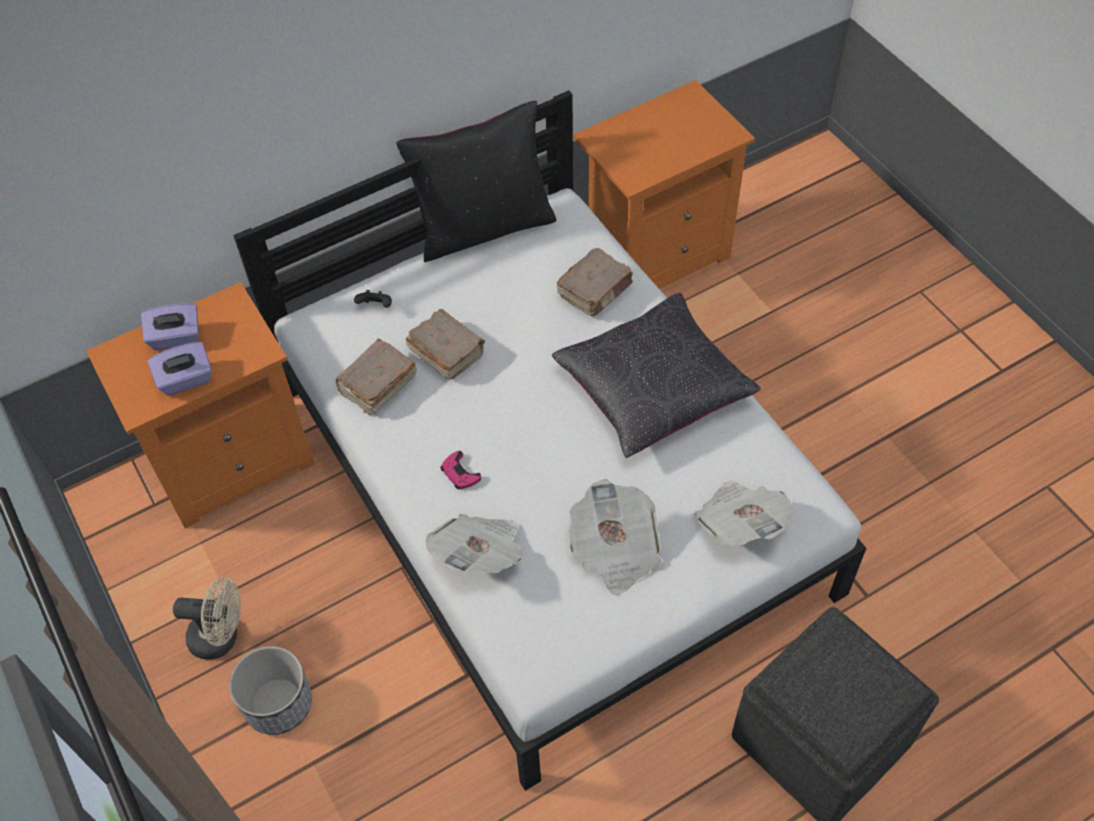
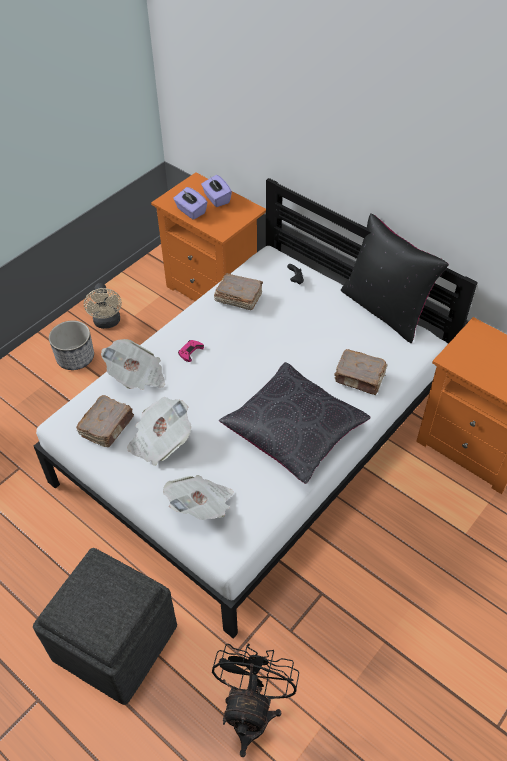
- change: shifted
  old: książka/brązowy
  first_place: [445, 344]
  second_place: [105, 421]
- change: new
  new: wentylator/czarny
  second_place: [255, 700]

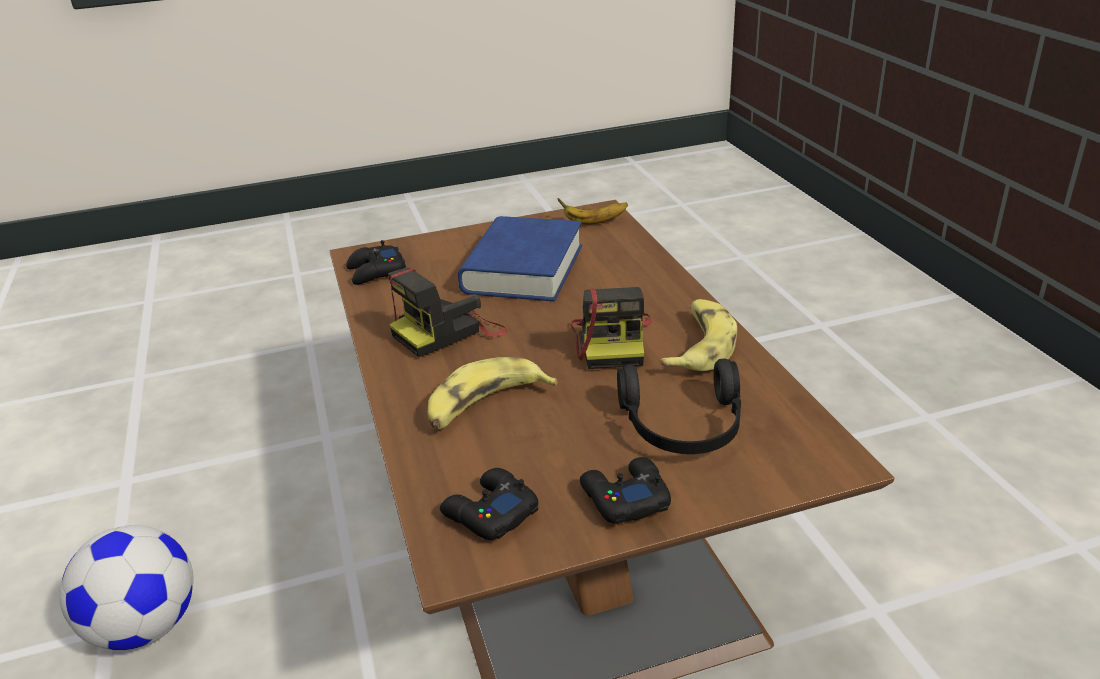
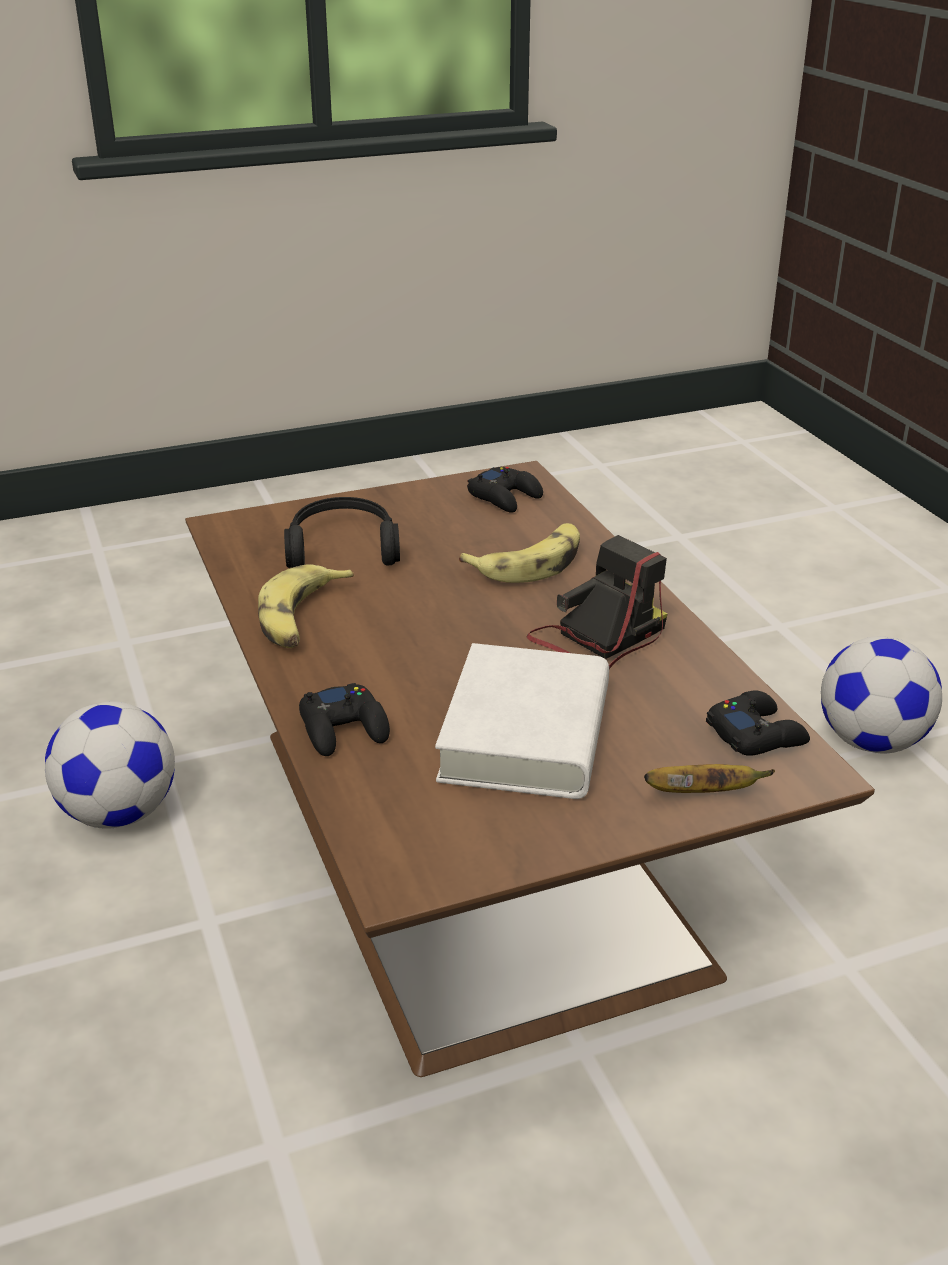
- change: new
  new: piłka futbolowa
  second_place: [110, 765]
- change: shifted
  old: pad do gier/czarny
  first_place: [625, 490]
  second_place: [344, 719]
- change: repainted
  old: książka/niebieski
  new: książka/biały
  first_place: [520, 259]
  second_place: [522, 721]
- change: shifted
  old: banan
  first_place: [592, 211]
  second_place: [709, 778]
- change: gone
  old: aparat fotograficzny
  first_place: [611, 328]

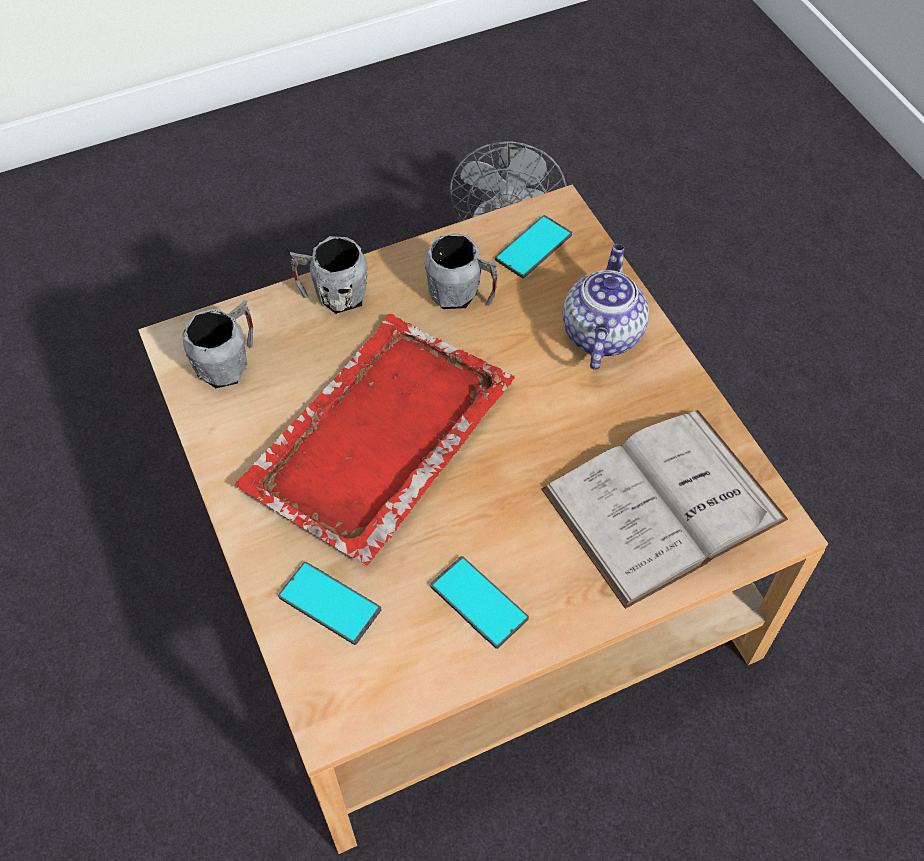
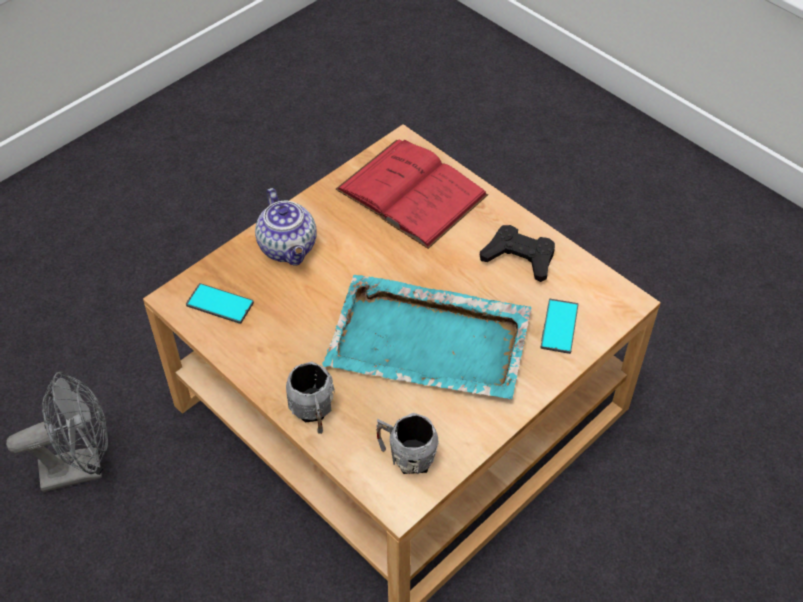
- change: rotated
  old: imbryk
  first_place: [605, 307]
  second_place: [286, 226]
  degrees: -105
- change: repainted
  old: taca/czerwony
  new: taca/turkusowy
  first_place: [375, 440]
  second_place: [427, 337]
- change: repainted
  old: książka/biały
  new: książka/czerwony
  first_place: [665, 509]
  second_place: [412, 194]
- change: swapped
  old: telefon
  new: pad do gier/czarny
  first_place: [479, 602]
  second_place: [517, 253]
- change: gone
  old: kubek/szary
  first_place: [461, 271]

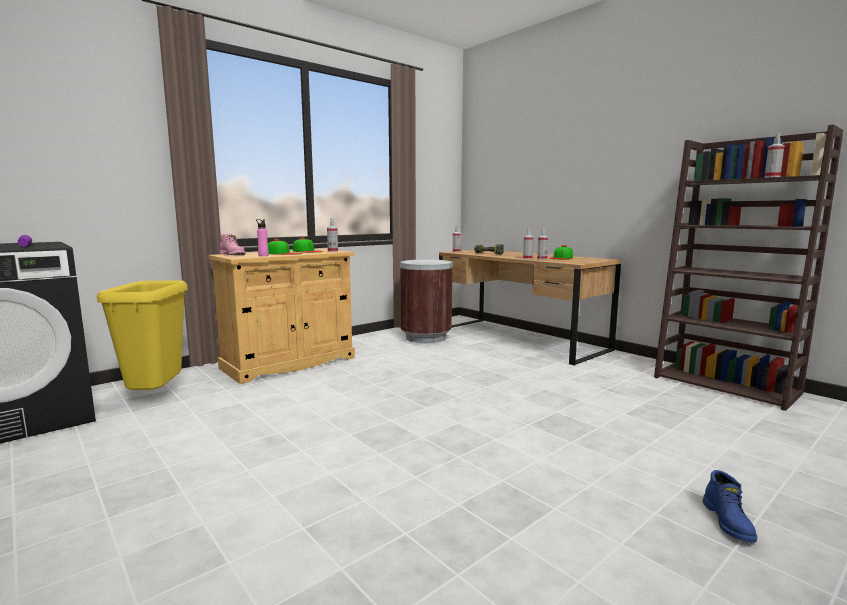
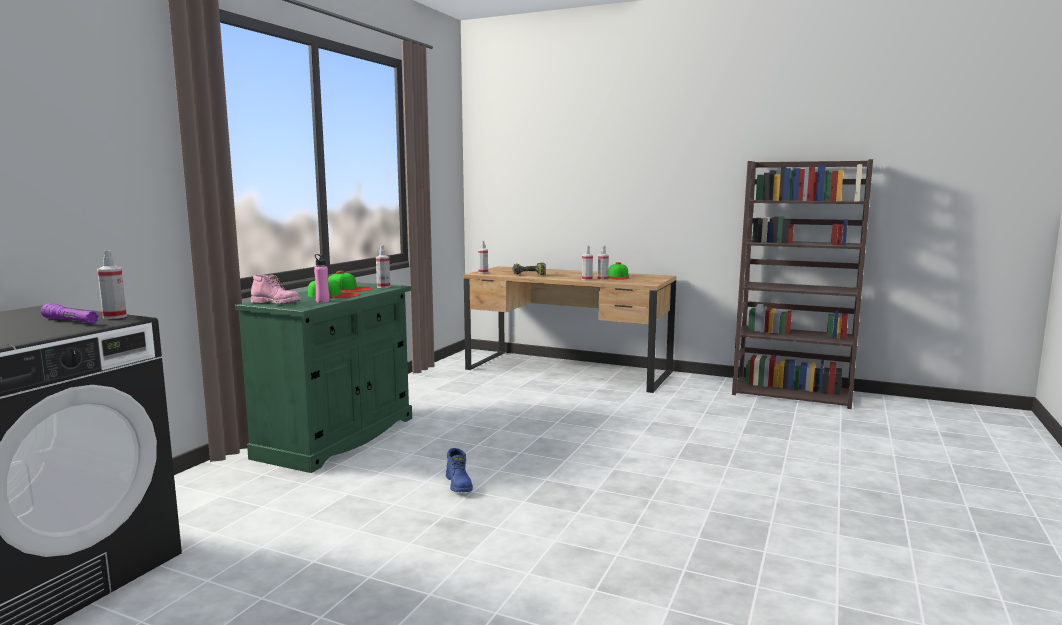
- change: shifted
  old: spryskiwacz
  first_place: [774, 155]
  second_place: [112, 284]
- change: repainted
  old: szafka/beżowy
  new: szafka/zielony
  first_place: [282, 316]
  second_place: [323, 377]
- change: shifted
  old: but z cholewką/niebieski
  first_place: [730, 506]
  second_place: [459, 470]
- change: gone
  old: kosz na śmieci/żółty
  first_place: [142, 335]
- change: gone
  old: kosz na śmieci/brązowy
  first_place: [426, 301]

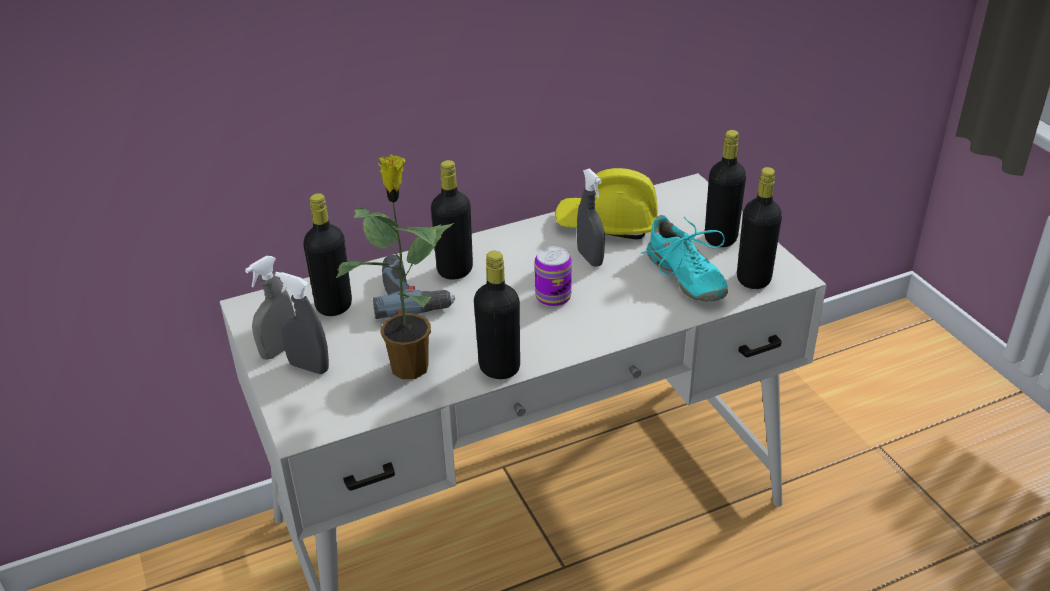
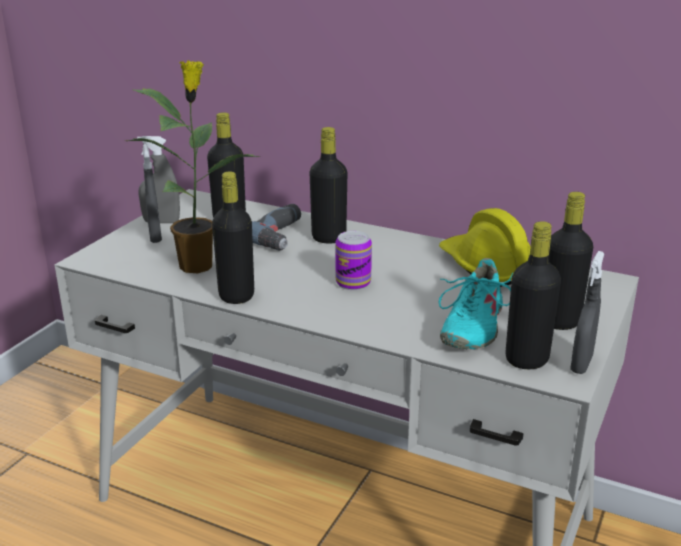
- change: shifted
  old: spryskiwacz/szary
  first_place: [591, 217]
  second_place: [587, 312]

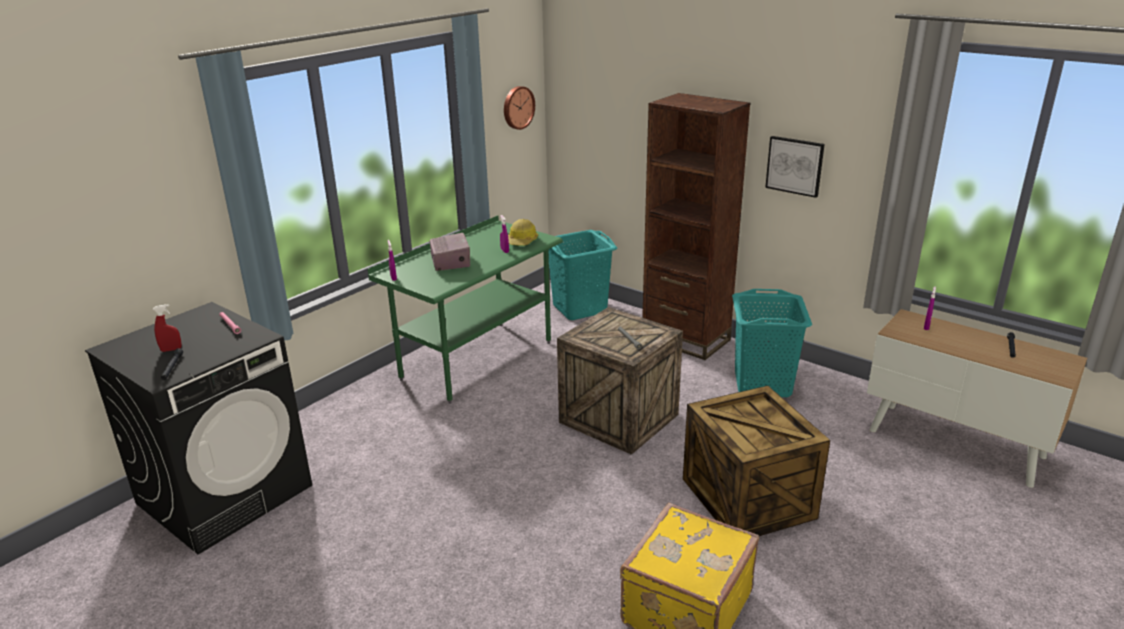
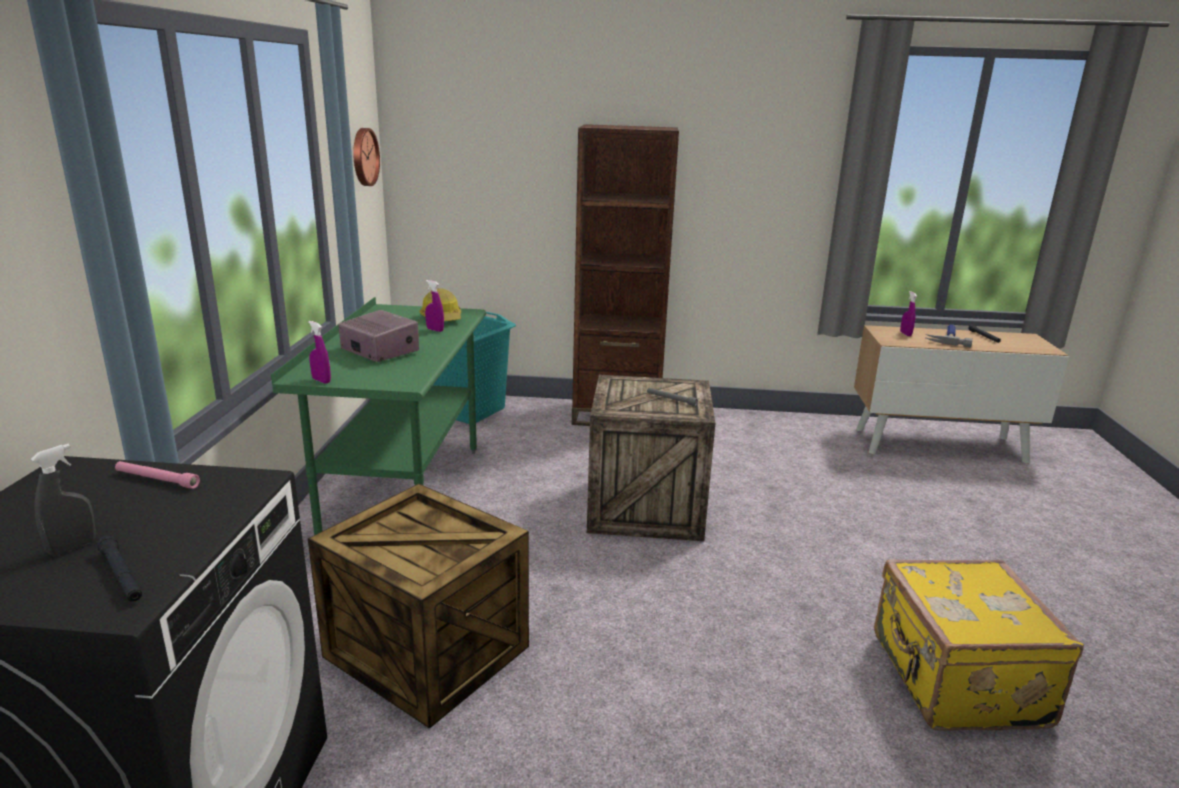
- change: repainted
  old: spryskiwacz/czerwony
  new: spryskiwacz/szary
  first_place: [167, 328]
  second_place: [63, 500]
- change: shifted
  old: skrzynka
  first_place: [756, 461]
  second_place: [418, 606]
- change: new
  new: młotek
  second_place: [949, 335]
- change: gone
  old: kosz na pranie/turkusowy
  first_place: [772, 343]
- change: gone
  old: obraz
  first_place: [795, 167]

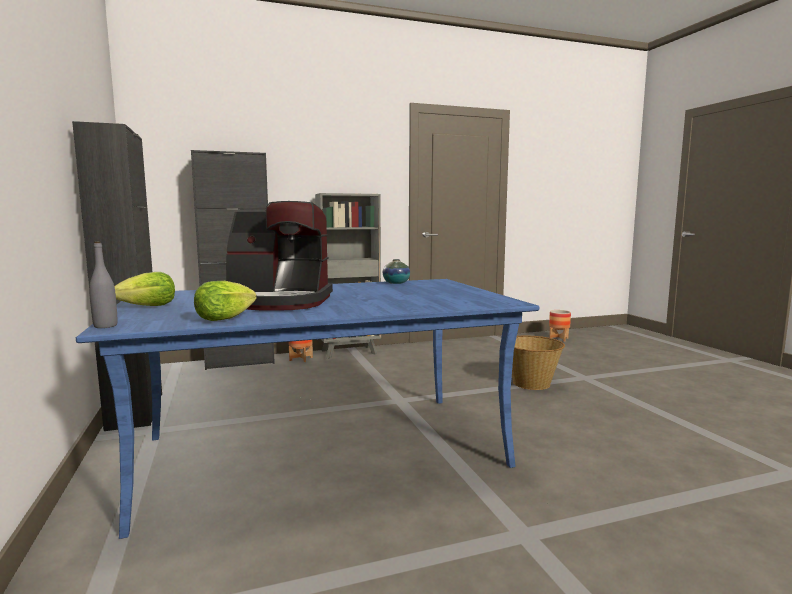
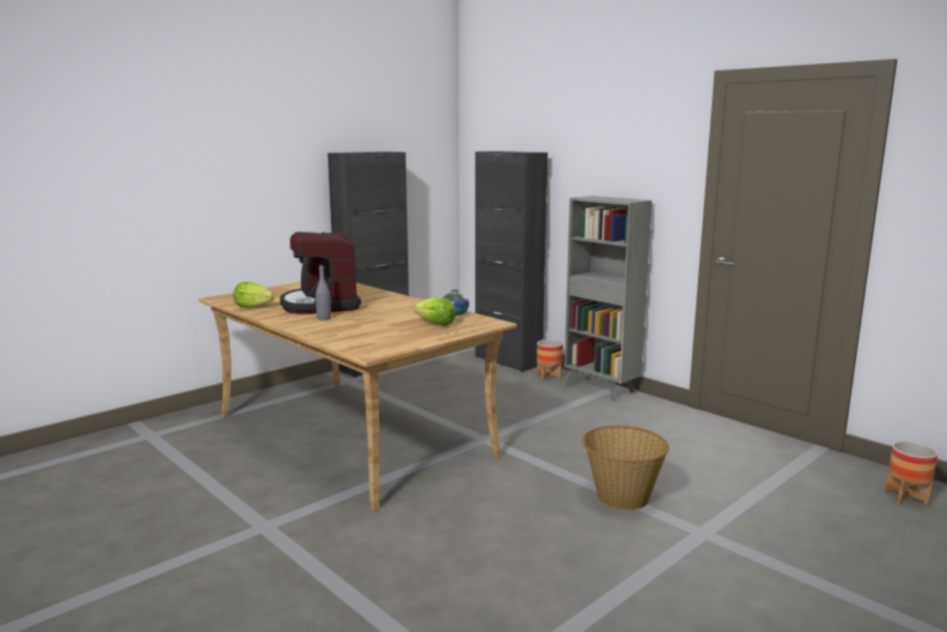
- change: repainted
  old: stół jadalny/niebieski
  new: stół jadalny/beżowy
  first_place: [307, 409]
  second_place: [358, 396]
- change: shifted
  old: butelka/szary
  first_place: [103, 284]
  second_place: [323, 292]
- change: shifted
  old: sałata
  first_place: [144, 289]
  second_place: [435, 311]

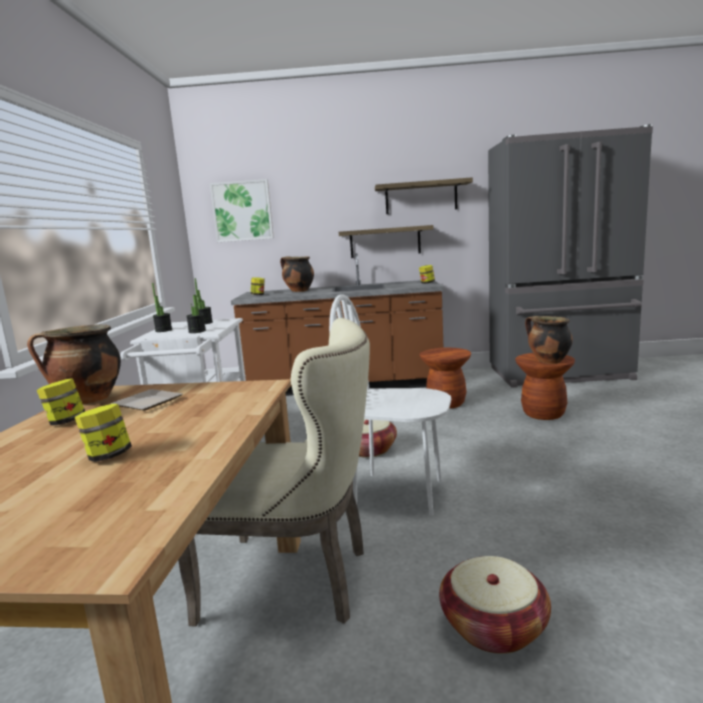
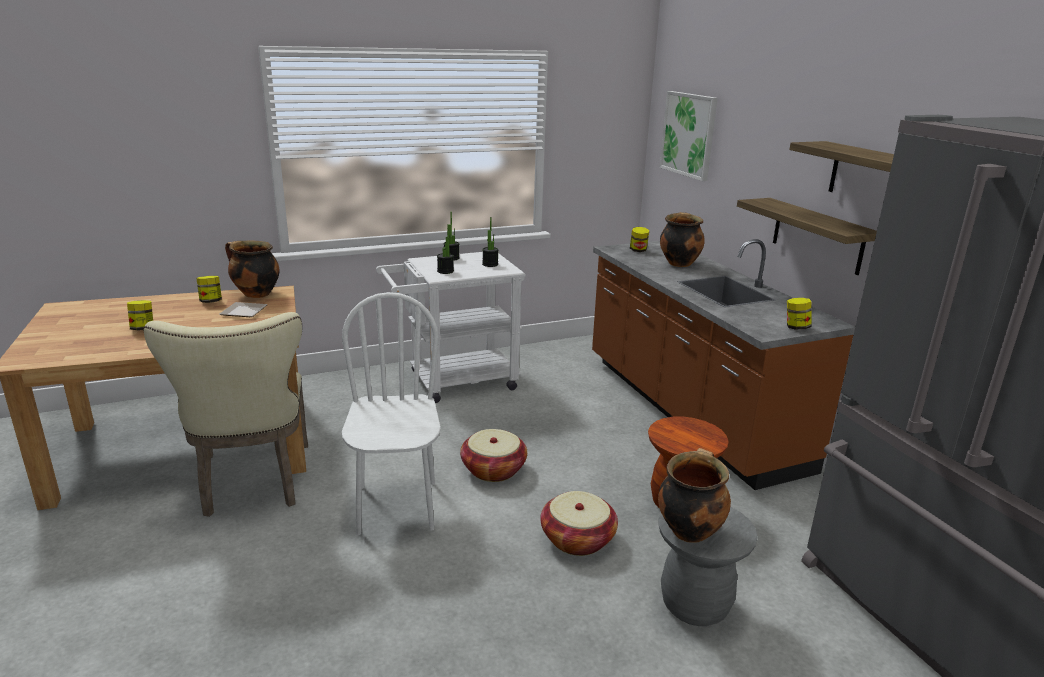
- change: shifted
  old: koszyk
  first_place: [495, 605]
  second_place: [579, 523]
- change: repainted
  old: stołek/brązowy
  new: stołek/szary
  first_place: [545, 386]
  second_place: [708, 566]

